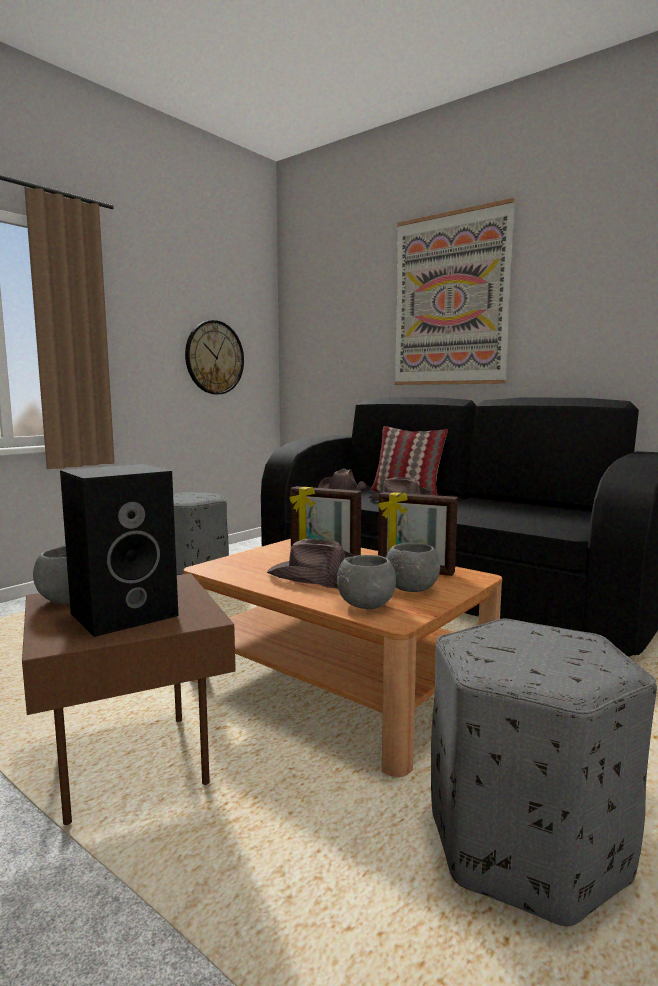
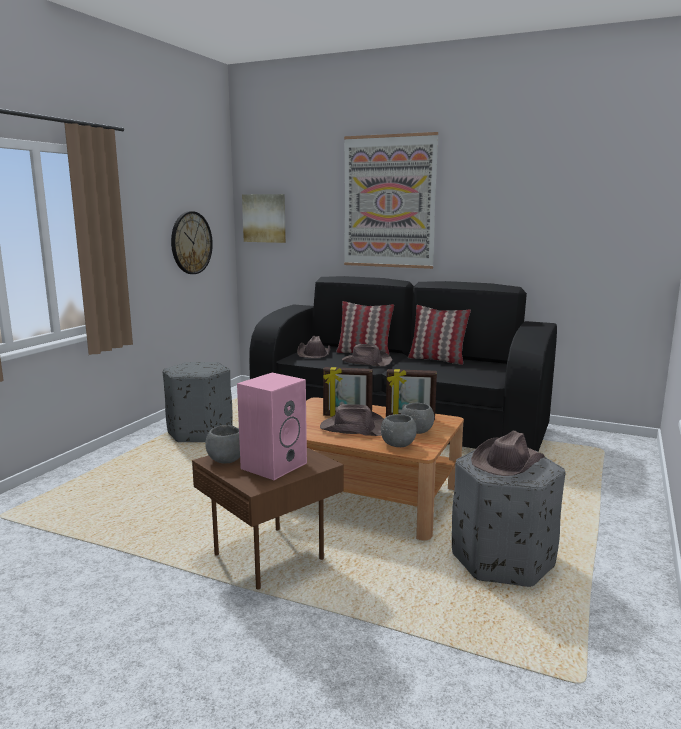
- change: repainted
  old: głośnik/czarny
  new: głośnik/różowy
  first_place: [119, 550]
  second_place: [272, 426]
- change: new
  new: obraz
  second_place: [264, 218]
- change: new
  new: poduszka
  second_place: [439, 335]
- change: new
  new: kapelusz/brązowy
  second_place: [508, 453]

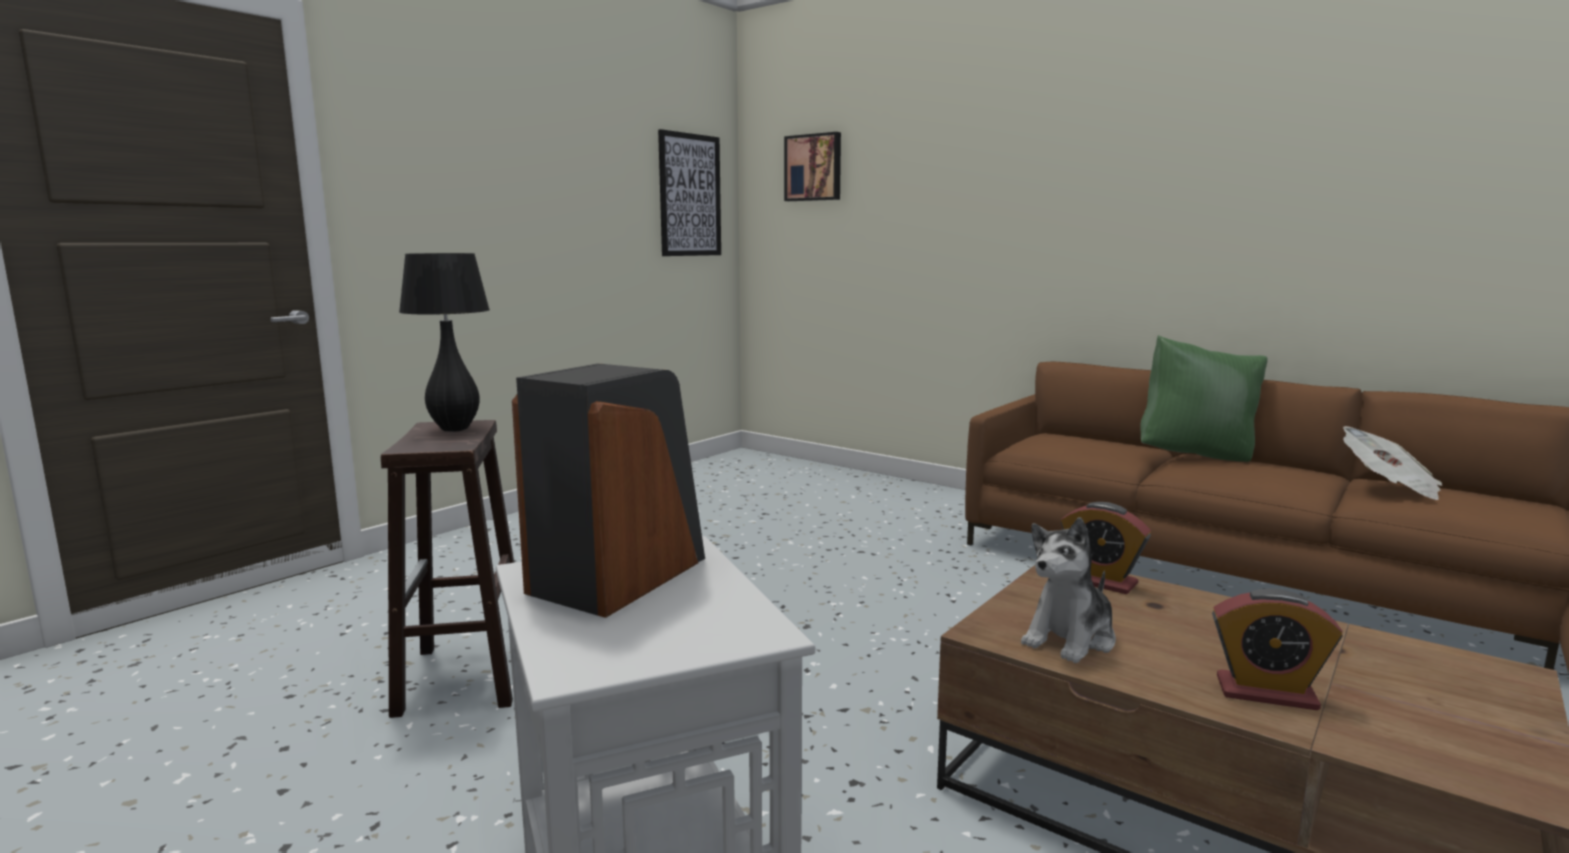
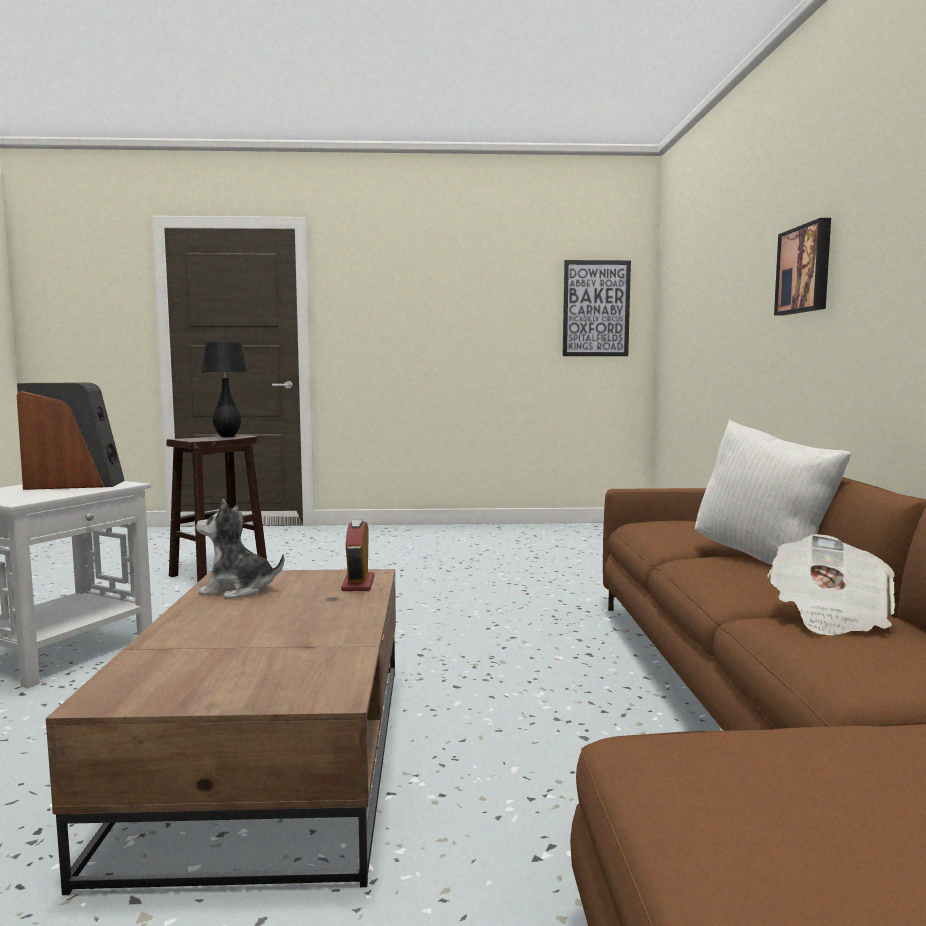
- change: repainted
  old: poduszka/zielony
  new: poduszka/biały
  first_place: [1204, 398]
  second_place: [773, 492]
- change: shifted
  old: obraz
  first_place: [812, 166]
  second_place: [802, 266]
- change: gone
  old: budzik
  first_place: [1277, 649]

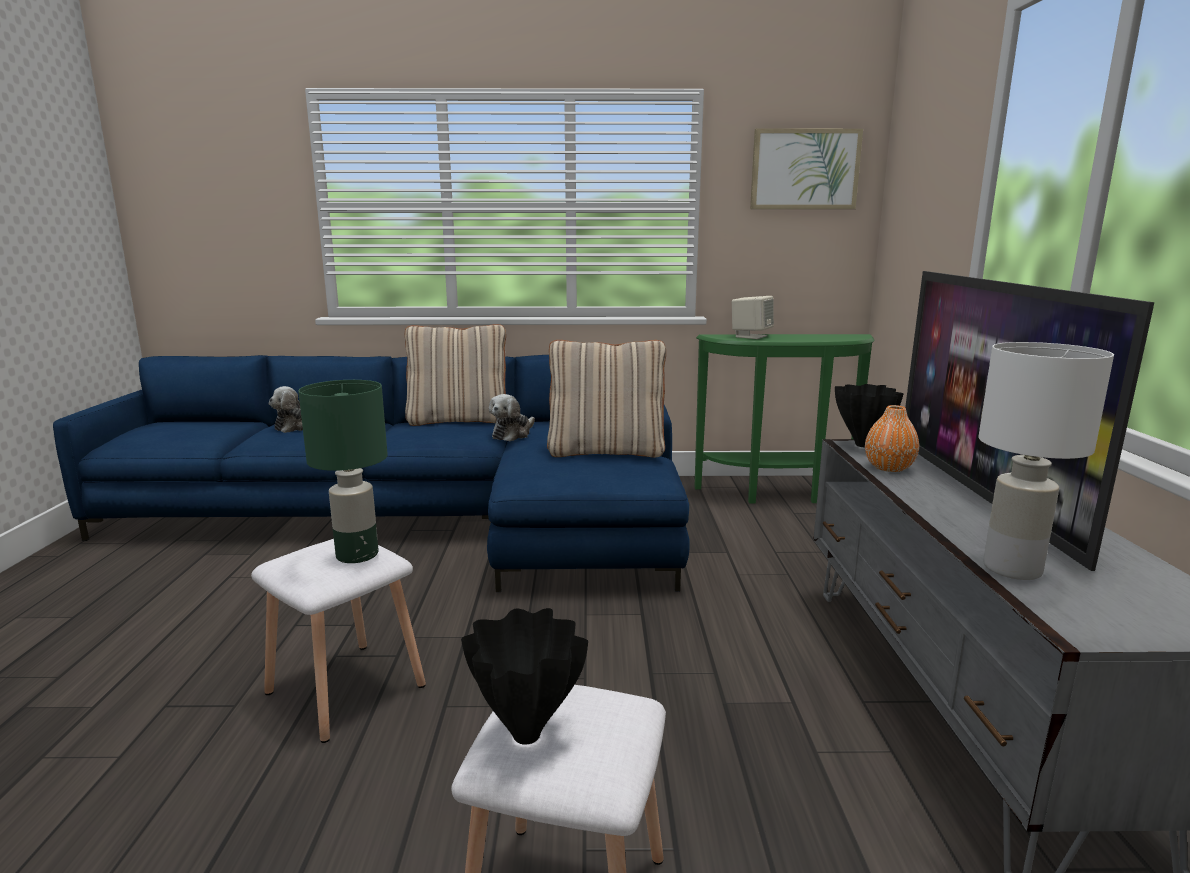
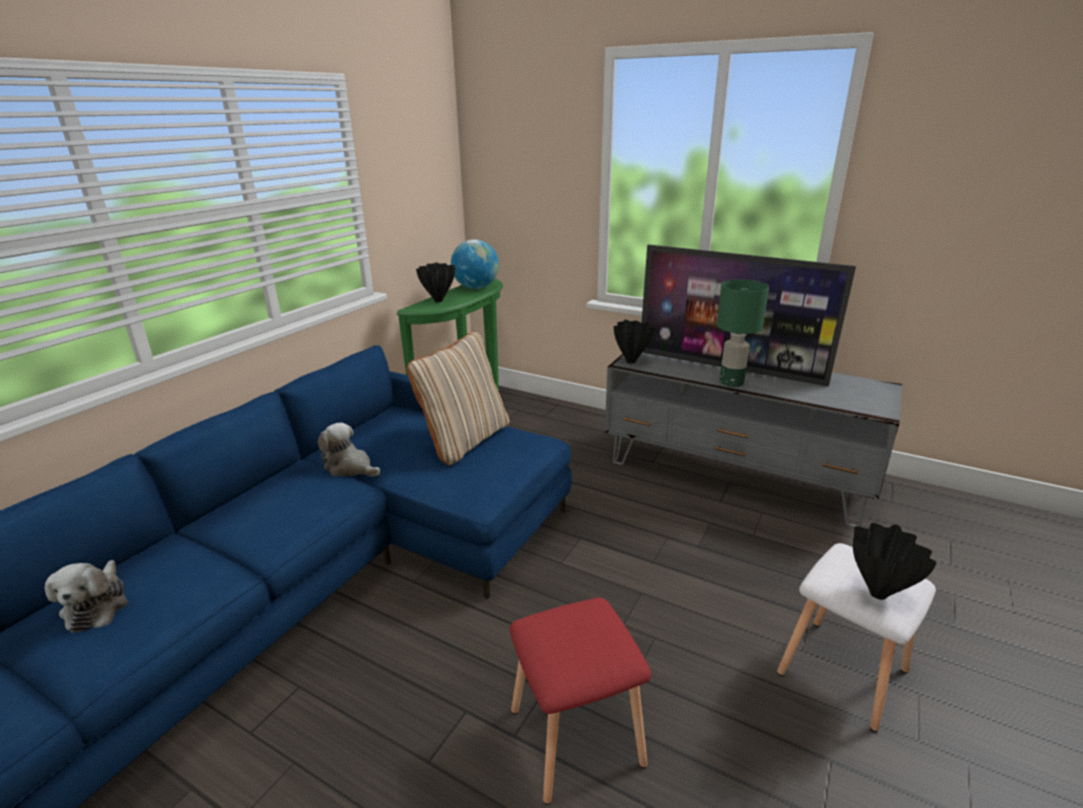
- change: rotated
  old: pluszak
  first_place: [512, 417]
  second_place: [349, 450]
  degrees: 150
- change: swapped
  old: głośnik/beżowy
  new: wazon/czarny
  first_place: [753, 317]
  second_place: [435, 282]
- change: new
  new: globus
  second_place: [475, 264]
- change: repainted
  old: stołek/biały
  new: stołek/czerwony
  first_place: [338, 641]
  second_place: [580, 701]
- change: shifted
  old: lampa stołowa/zielony
  first_place: [343, 471]
  second_place: [742, 333]
- change: gone
  old: poduszka/beżowy
  first_place: [455, 375]
- change: gone
  old: obraz
  first_place: [806, 169]
- change: gone
  old: wazon/pomarańczowy
  first_place: [892, 438]
- change: gone
  old: lampa stołowa/biały
  first_place: [1046, 461]

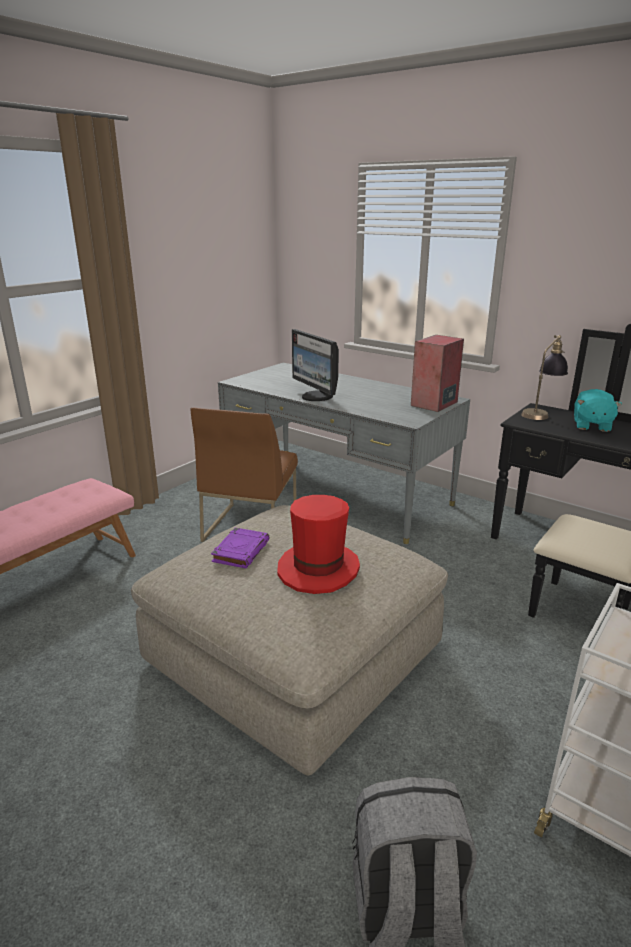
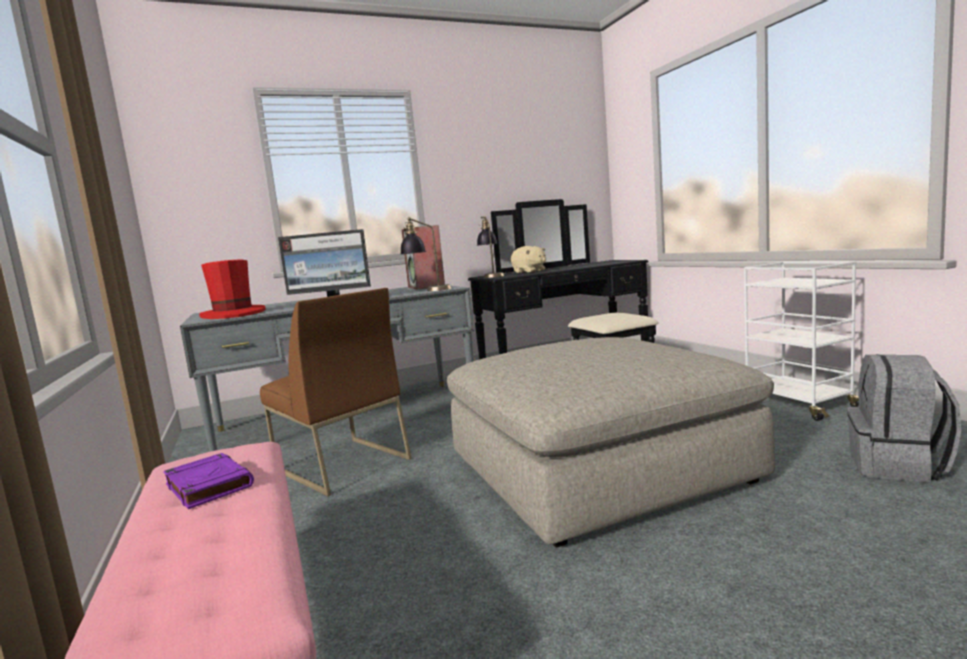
- change: shifted
  old: książka/fioletowy
  first_place: [240, 548]
  second_place: [209, 481]
- change: shifted
  old: kapelusz/czerwony
  first_place: [318, 544]
  second_place: [232, 289]
- change: new
  new: lampa stołowa
  second_place: [426, 254]
- change: repainted
  old: pluszak/turkusowy
  new: pluszak/beżowy
  first_place: [598, 410]
  second_place: [528, 259]

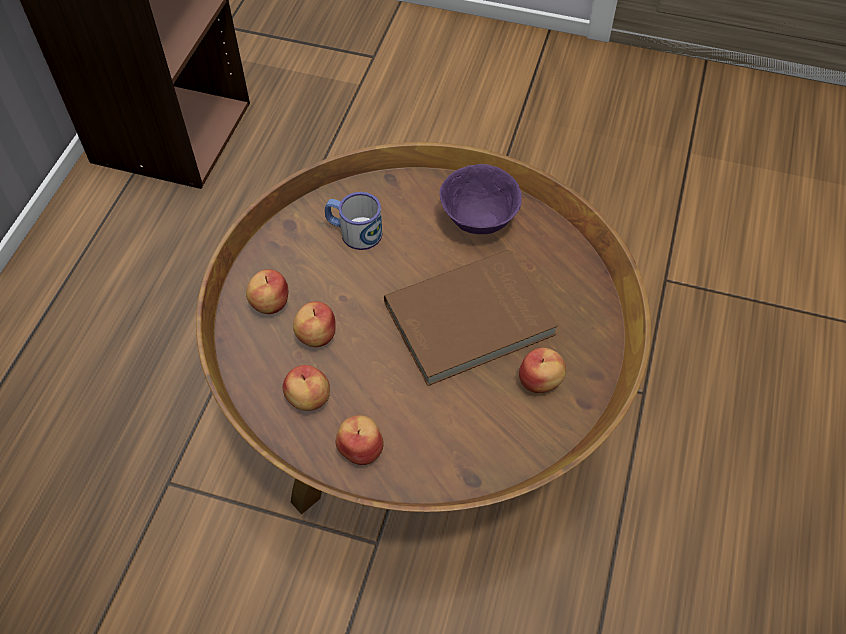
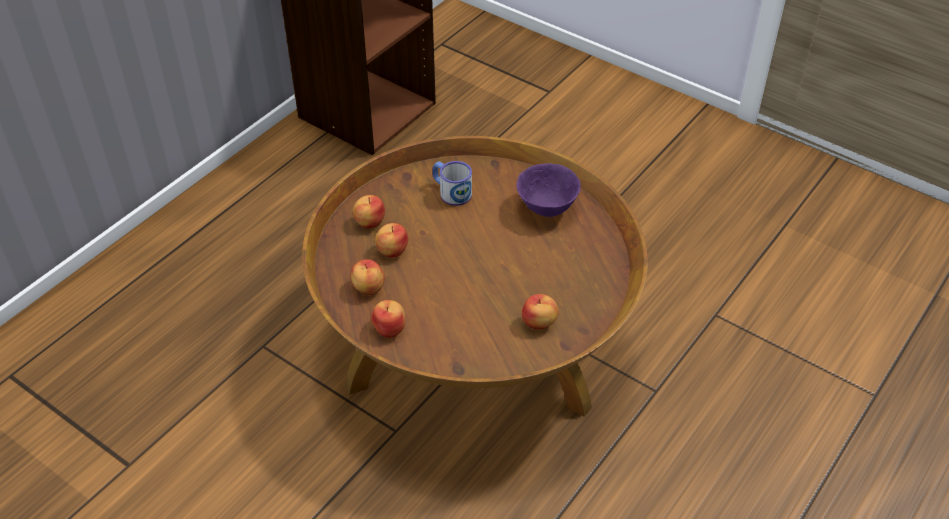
- change: gone
  old: książka/brązowy
  first_place: [471, 318]

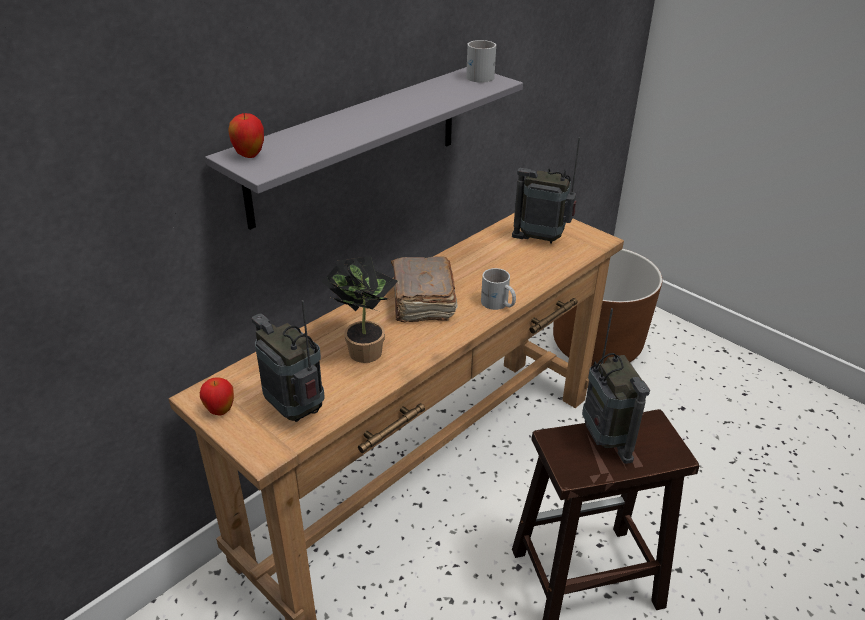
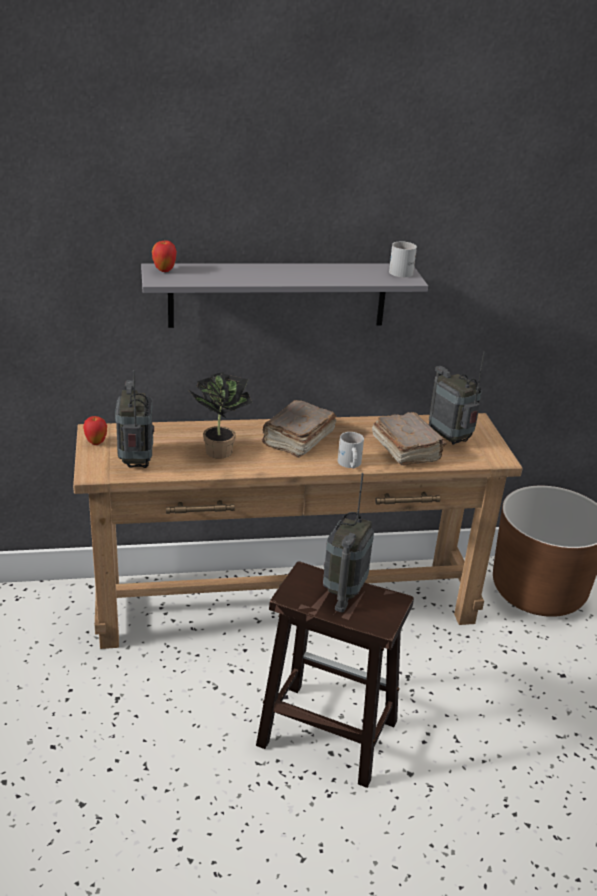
- change: new
  new: książka/brązowy
  second_place: [409, 439]

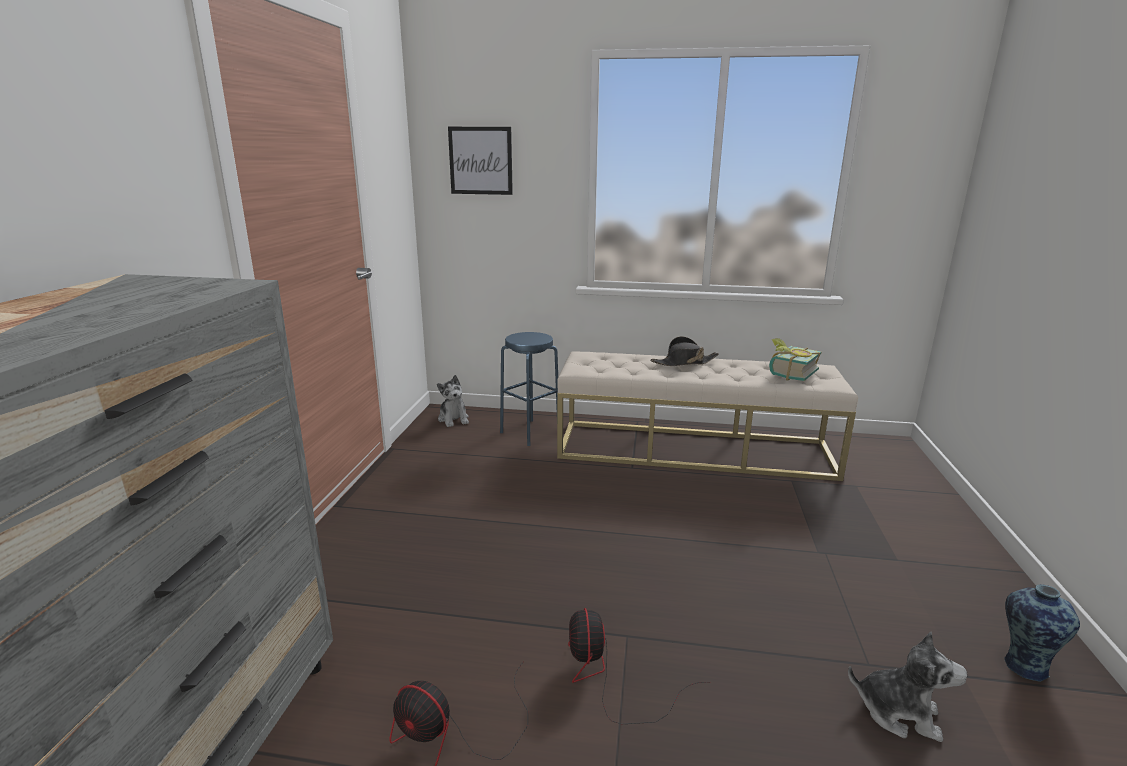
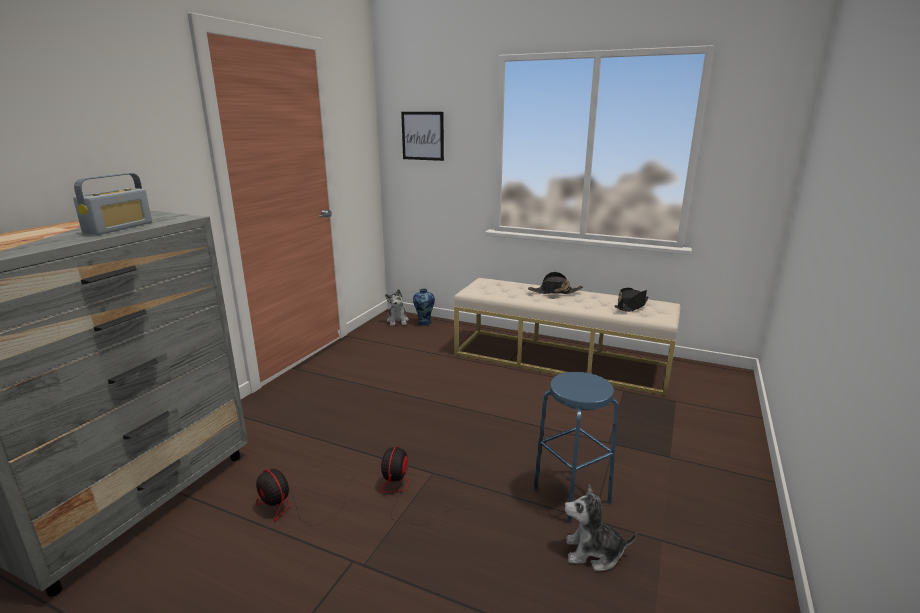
- change: new
  new: radio
  second_place: [112, 204]
- change: shifted
  old: wazon
  first_place: [1042, 633]
  second_place: [424, 307]
- change: shifted
  old: stołek/niebieski
  first_place: [529, 389]
  second_place: [576, 447]
- change: rotated
  old: pluszak
  first_place: [908, 687]
  second_place: [600, 528]
  degrees: 150
- change: swapped
  old: książka
  new: kapelusz/czarny
  first_place: [795, 359]
  second_place: [632, 300]

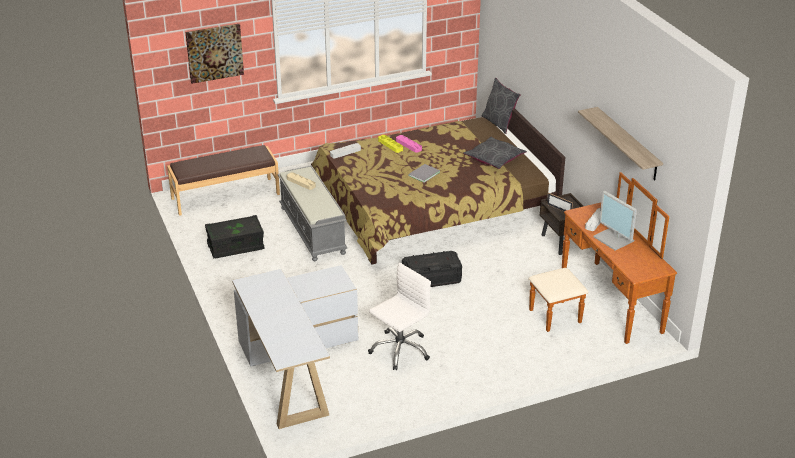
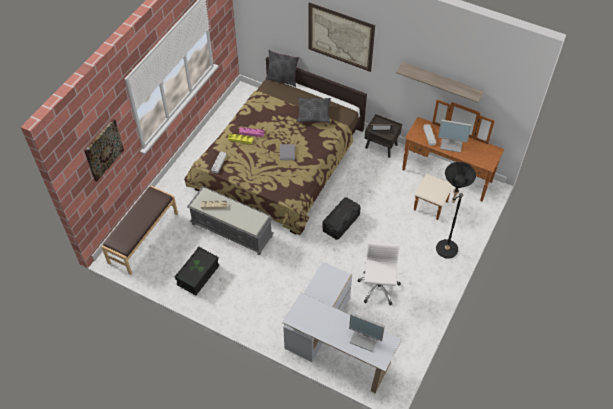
- change: new
  new: obraz
  second_place: [341, 37]
- change: new
  new: monitor
  second_place: [367, 332]
- change: new
  new: lampa stojąca/czarny
  second_place: [456, 210]

